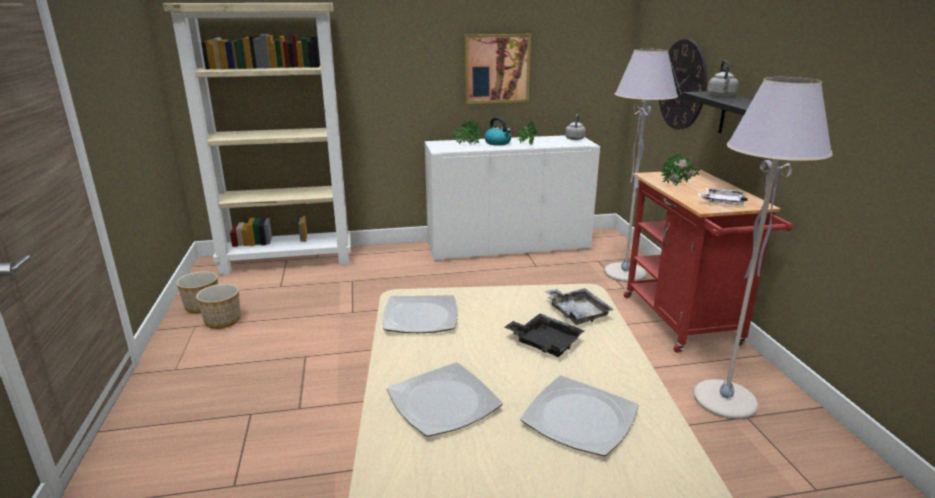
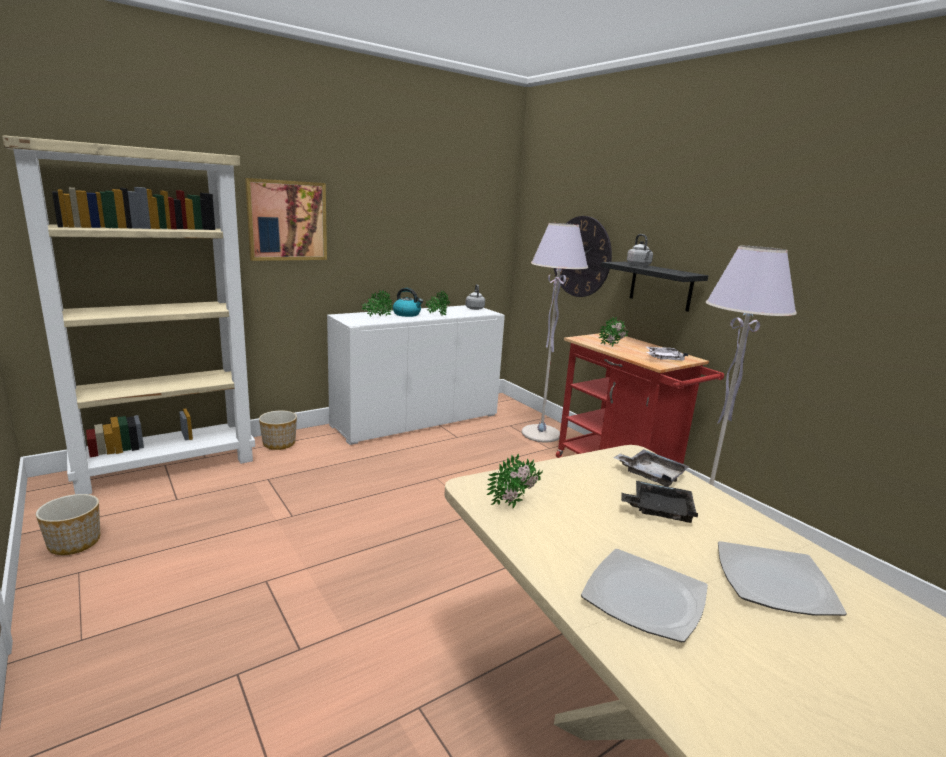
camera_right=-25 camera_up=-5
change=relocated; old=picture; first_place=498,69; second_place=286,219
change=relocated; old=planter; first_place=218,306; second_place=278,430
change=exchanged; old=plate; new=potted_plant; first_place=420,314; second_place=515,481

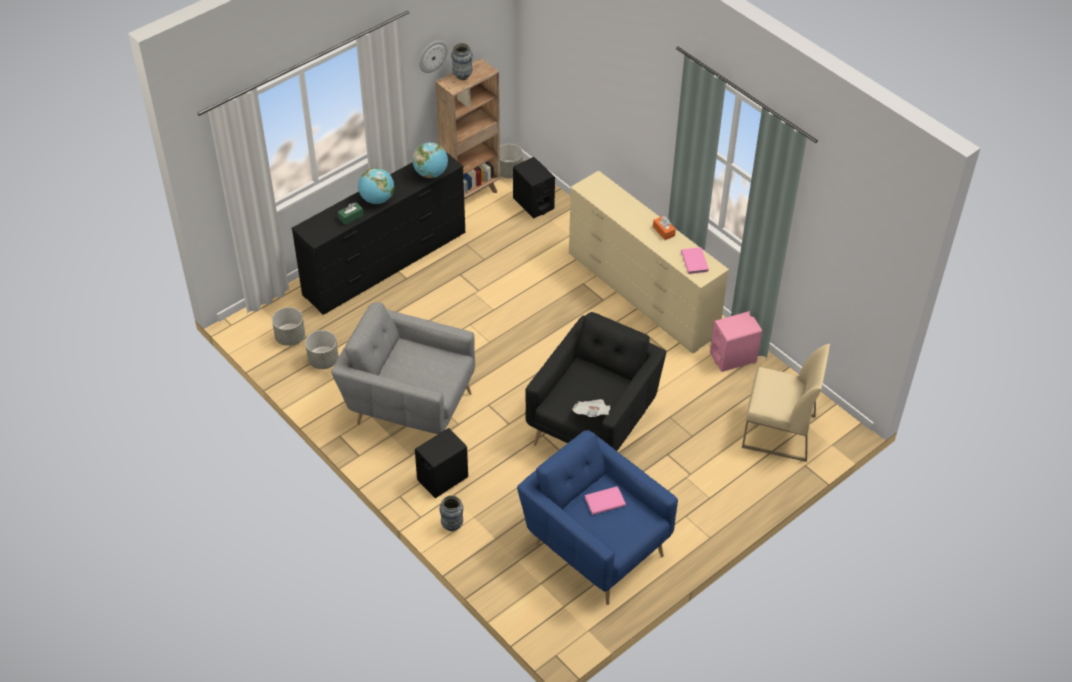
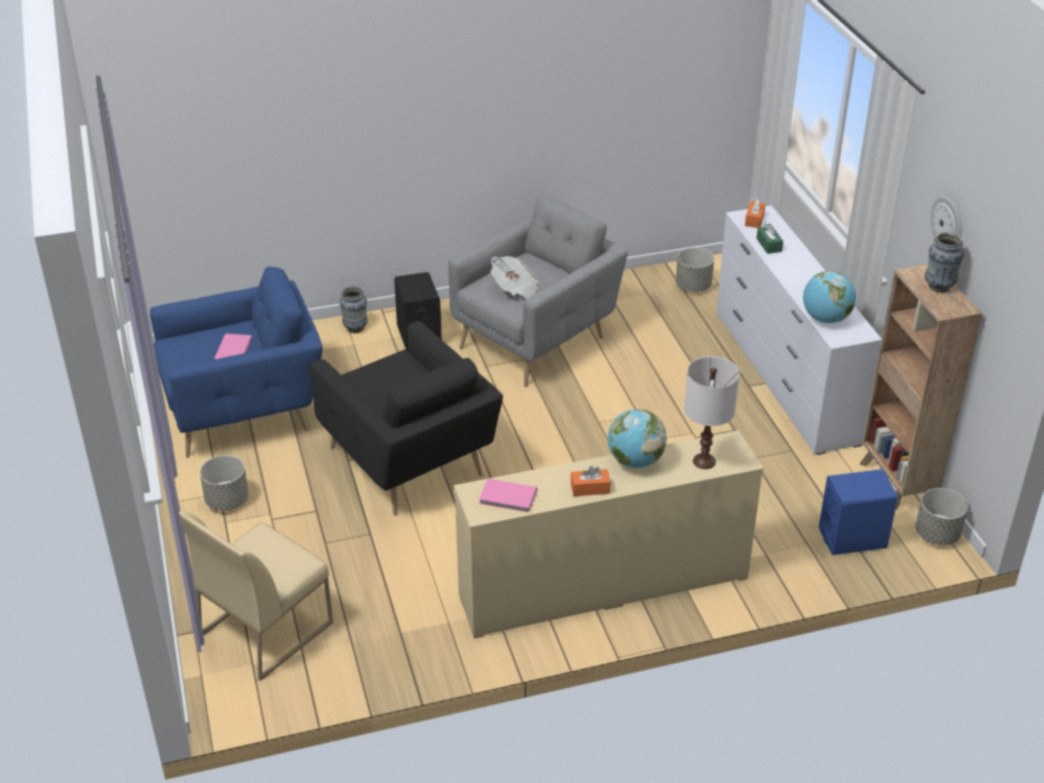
camera_right=115 camera_up=-10
change=colour; old=black_dresser; new=white_dresser; first_place=378,233; second_place=799,330
change=colour; old=black_speaker; new=blue_speaker; first_place=534,187; second_place=858,512
change=relocated; old=globe; first_place=376,186; second_place=637,438
change=missing; old=pink_speaker; first_place=736,341
change=relocated; old=grey_planter; first_place=322,349; second_place=224,483
change=relocated; old=newspaper; first_place=591,408; second_place=514,277
change=appeared; new=orange_tissue_box; second_place=755,213
change=appeared; new=white_table_lamp; second_place=711,412

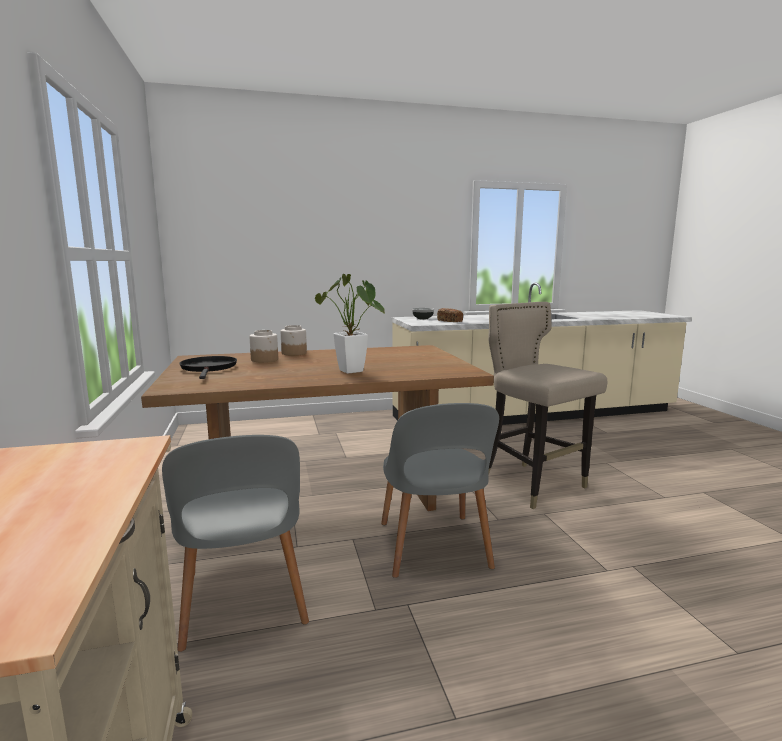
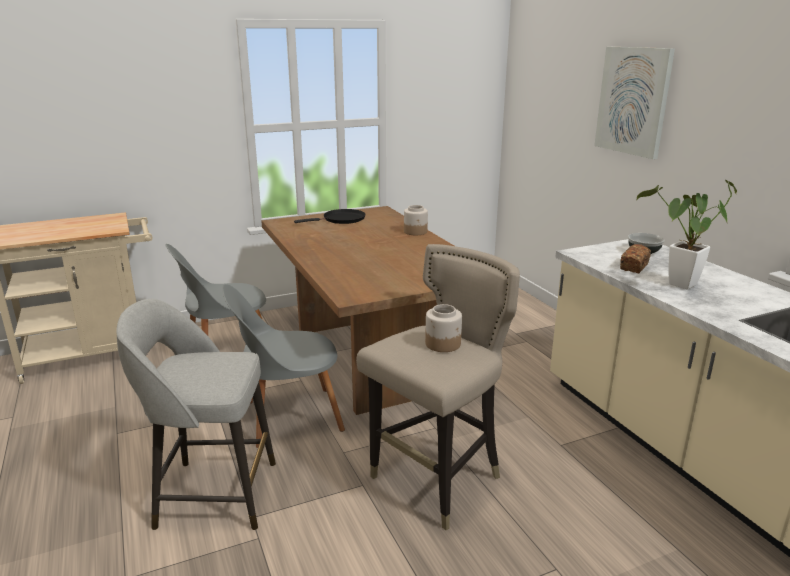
camera_right=80 camera_up=10
change=relocated; old=potted_plant; first_place=350,324; second_place=687,234
change=relocated; old=jar; first_place=264,346; second_place=443,328
change=appeared; new=picture; second_place=634,103
change=appeared; new=grey_stool; second_place=196,414

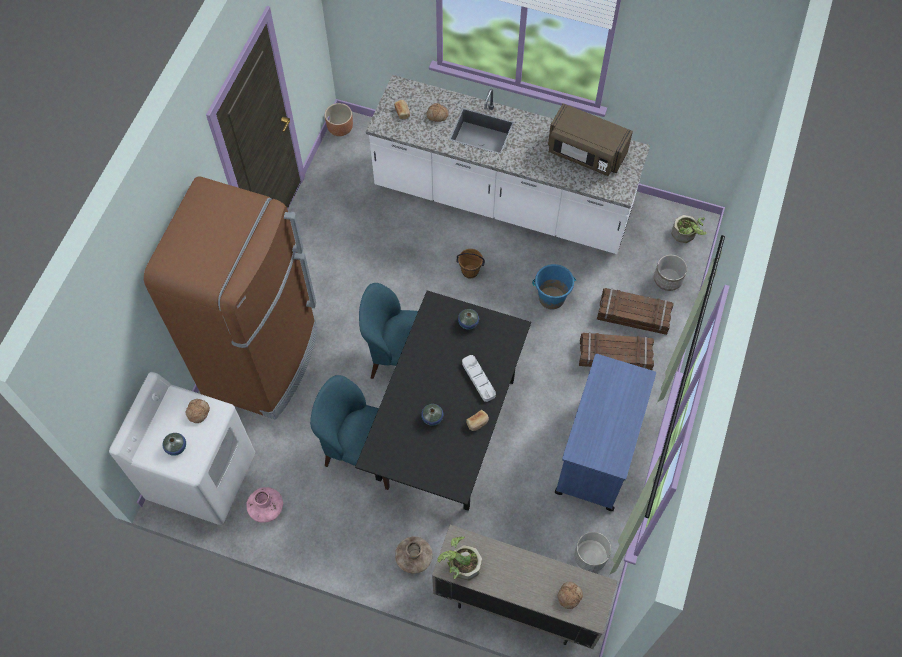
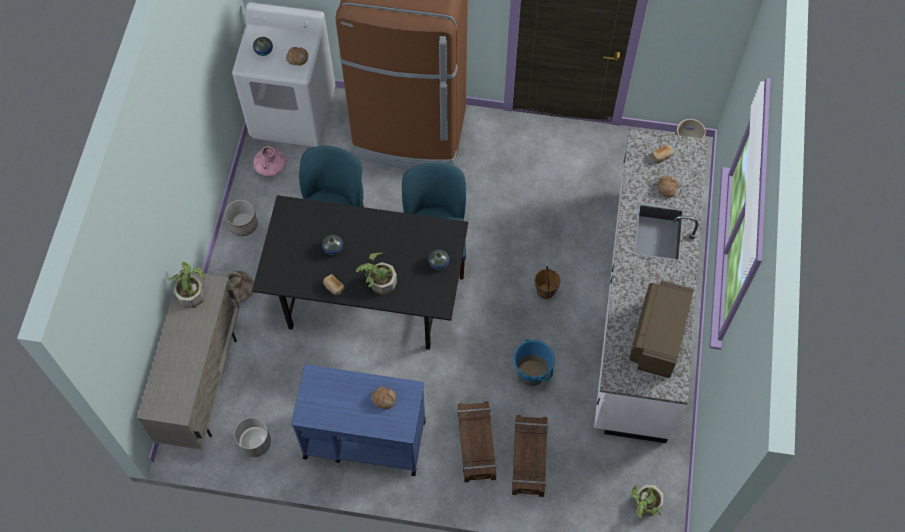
camera_right=80 camera_up=0
change=relocated; old=planter; first_place=670,273; second_place=241,218
change=exchanged; old=grey_tray; new=potted_plant; first_place=479,378; second_place=376,273
change=relocated; old=bread; first_place=570,595; second_place=383,398

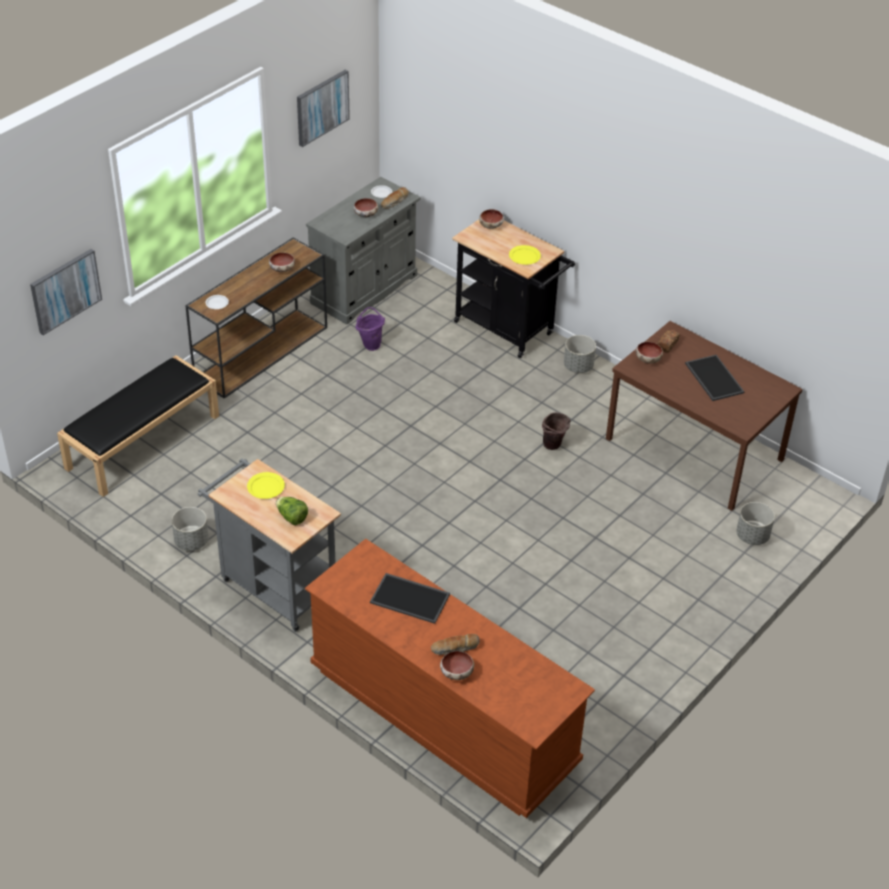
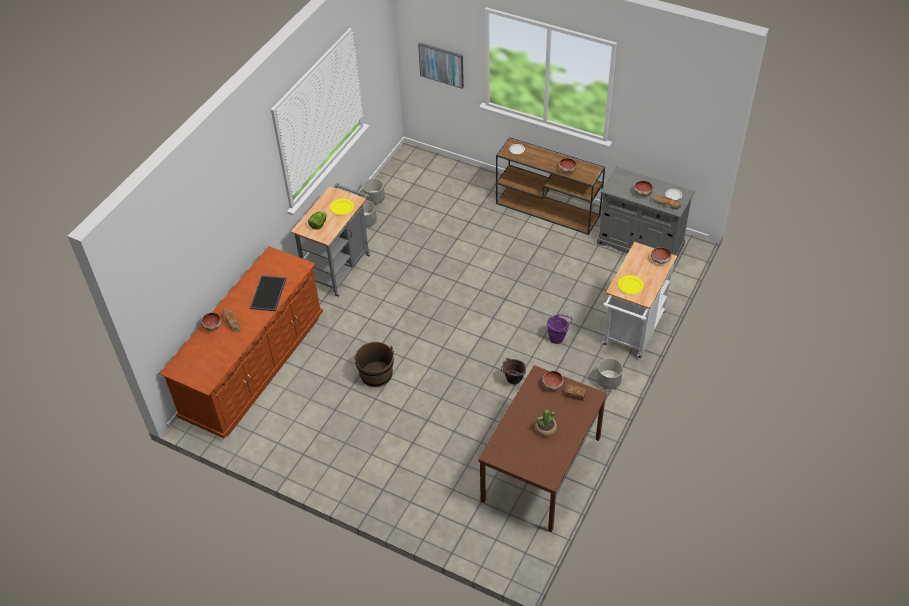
camera_right=80 camera_up=5
change=missing; old=picture; first_place=323,108
change=colour; old=black_cart; new=white_cart; first_place=513,289; second_place=639,300
change=relocated; old=purple_bucket; first_place=370,329; second_place=560,329
change=missing; old=black_bench; first_place=138,426
change=exchanged; old=tray; new=potted_plant; first_place=714,378; second_place=546,423
change=relocated; old=grey_planter; first_place=755,523; second_place=374,191
change=appeared; new=brown_bucket; second_place=374,364

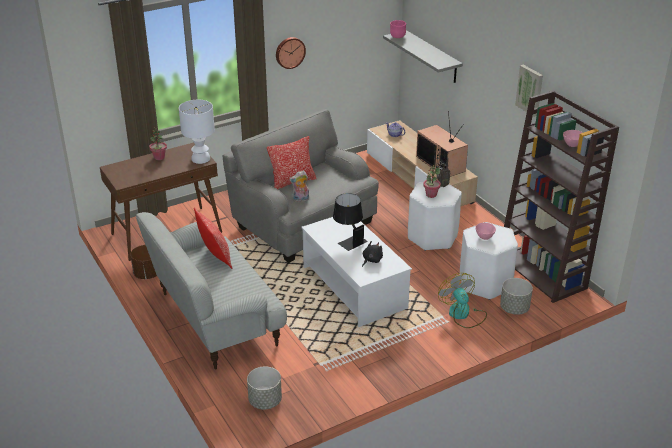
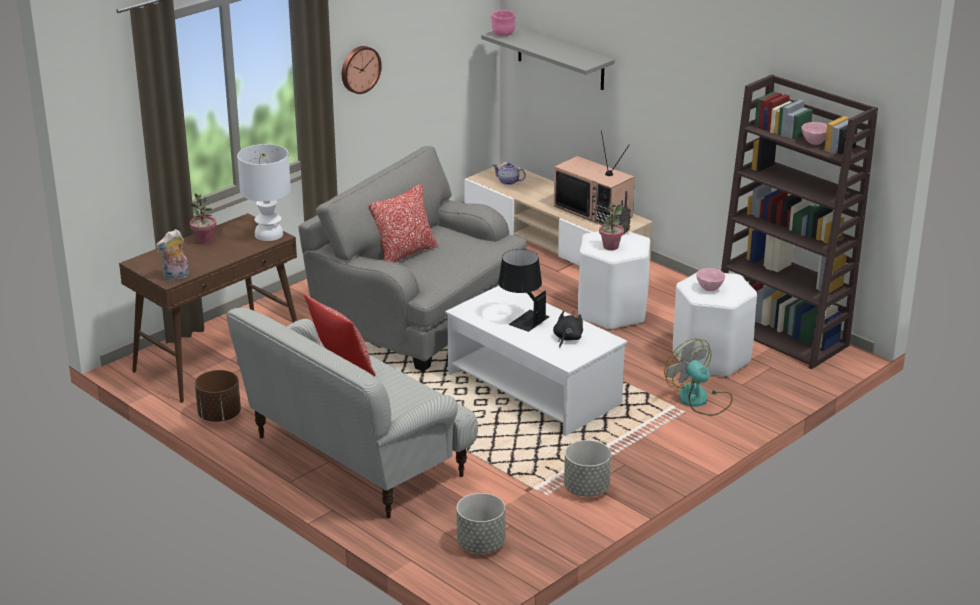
camera_right=-15 camera_up=-5
change=missing; old=picture; first_place=529,91
change=relocated; old=plush_toy; first_place=299,186; second_place=172,255
change=relocated; old=grey_planter; first_place=516,296; second_place=587,468

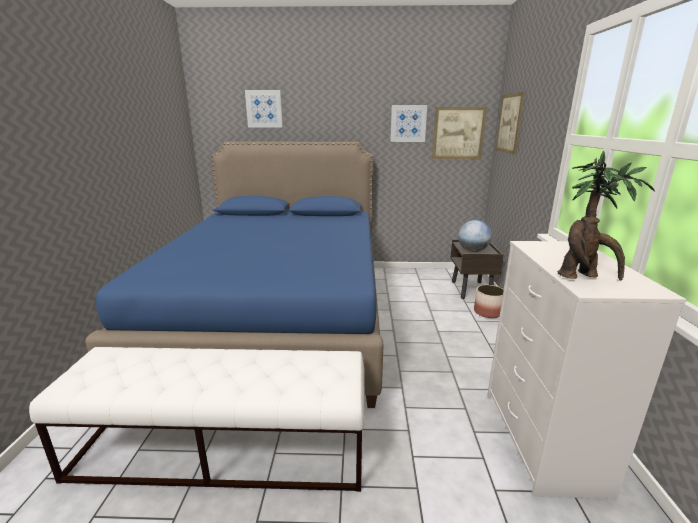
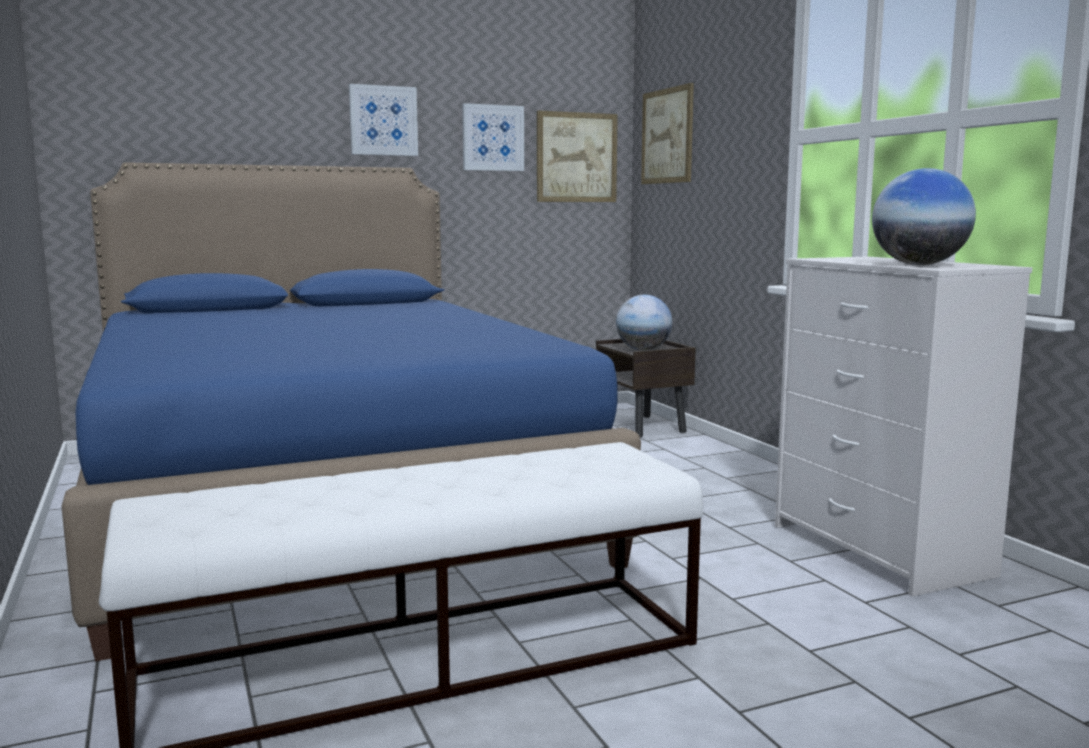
camera_right=-25 camera_up=-10
change=relocated; old=picture; first_place=264,108; second_place=383,120
change=exchanged; old=potted_plant; new=globe; first_place=606,215; second_place=924,216
change=missing; old=planter; first_place=489,301

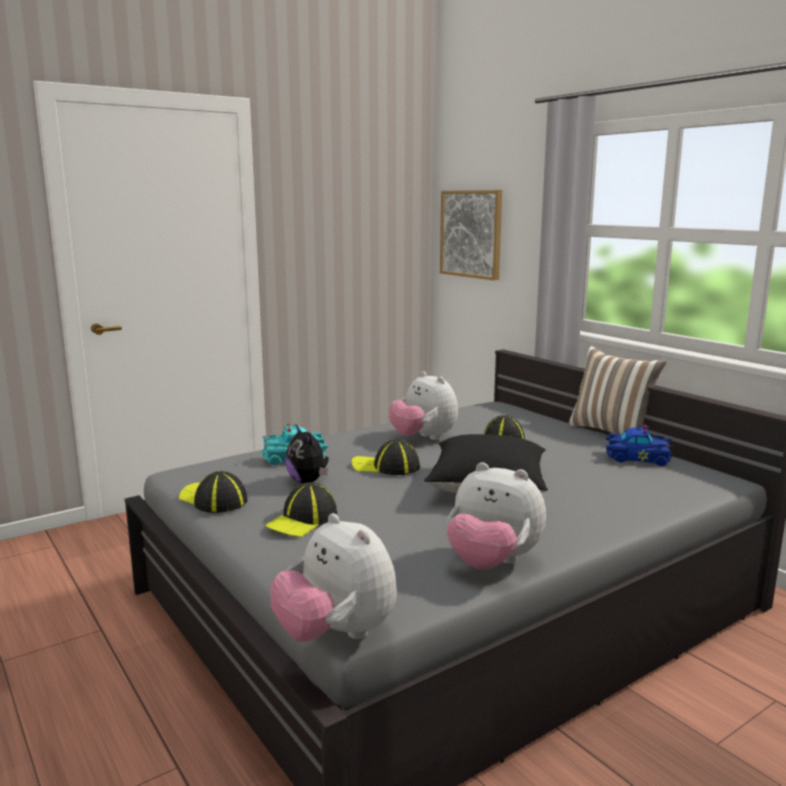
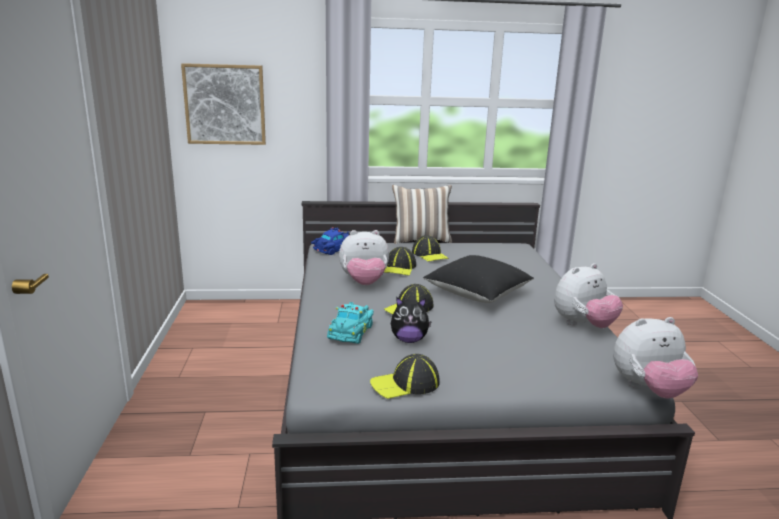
camera_right=-60 camera_up=5
change=relocated; old=blue_toy_car; first_place=639,445; second_place=330,241
change=relocated; old=cap; first_place=301,509; second_place=430,248

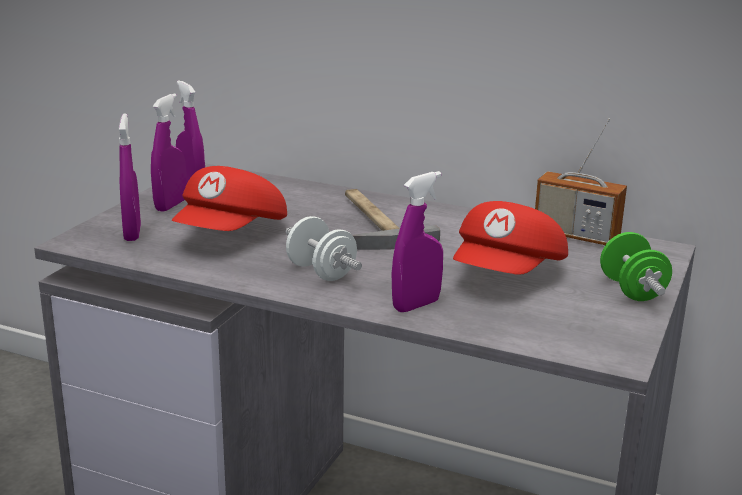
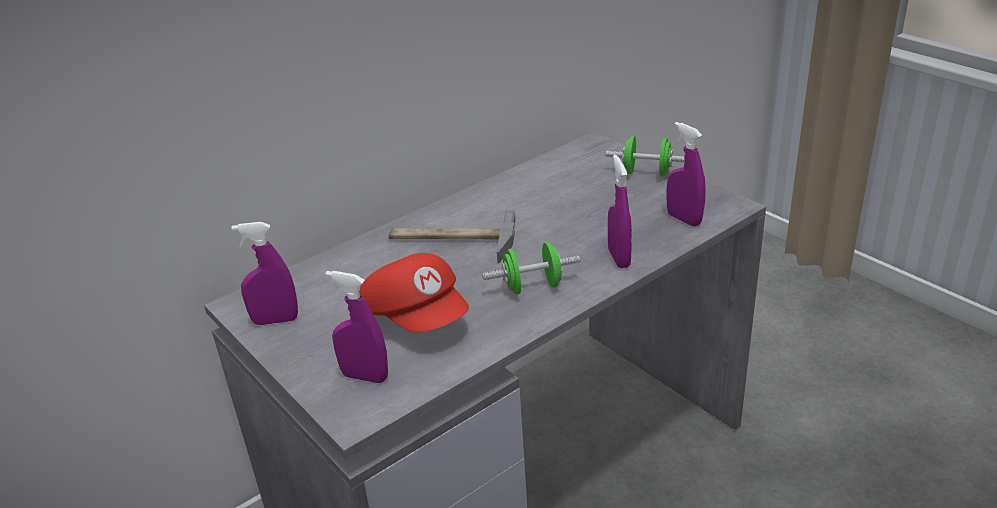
camera_right=-60 camera_up=10
change=relocated; old=purple_spray_bottle; first_place=169,153; second_place=686,174
change=missing; old=radio; first_place=581,181
change=missing; old=red_cap; first_place=510,238
change=colour; old=white_dumbbell; new=green_dumbbell; first_place=324,248; second_place=531,268

